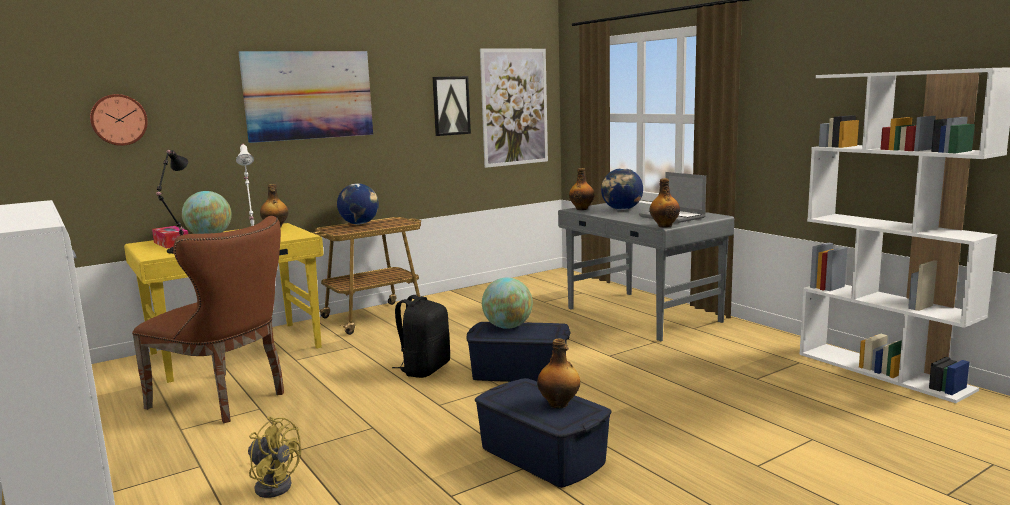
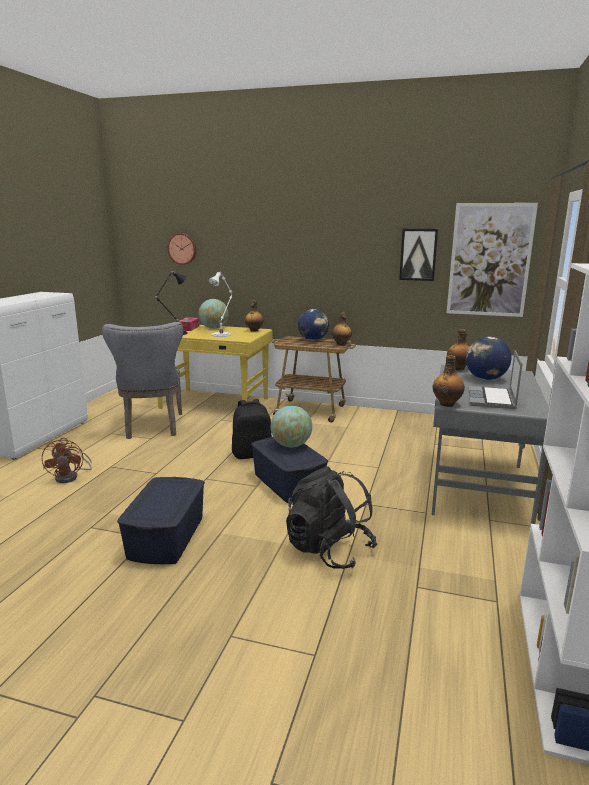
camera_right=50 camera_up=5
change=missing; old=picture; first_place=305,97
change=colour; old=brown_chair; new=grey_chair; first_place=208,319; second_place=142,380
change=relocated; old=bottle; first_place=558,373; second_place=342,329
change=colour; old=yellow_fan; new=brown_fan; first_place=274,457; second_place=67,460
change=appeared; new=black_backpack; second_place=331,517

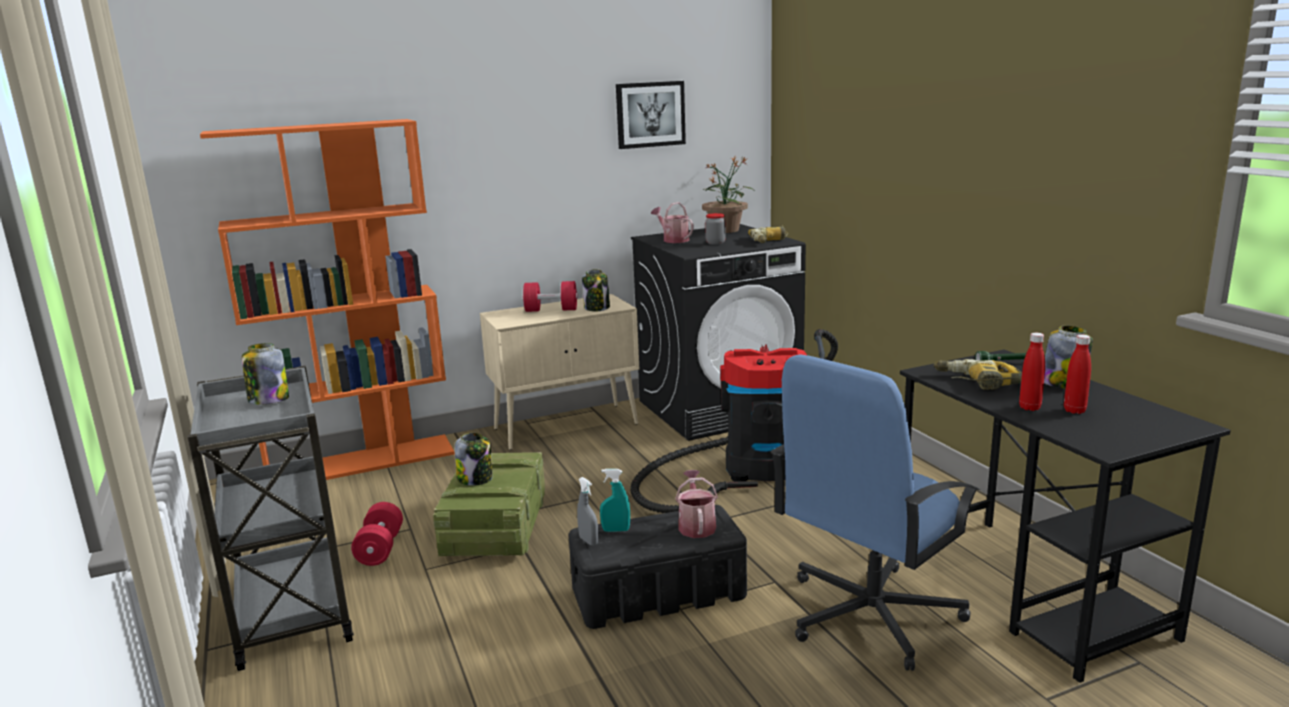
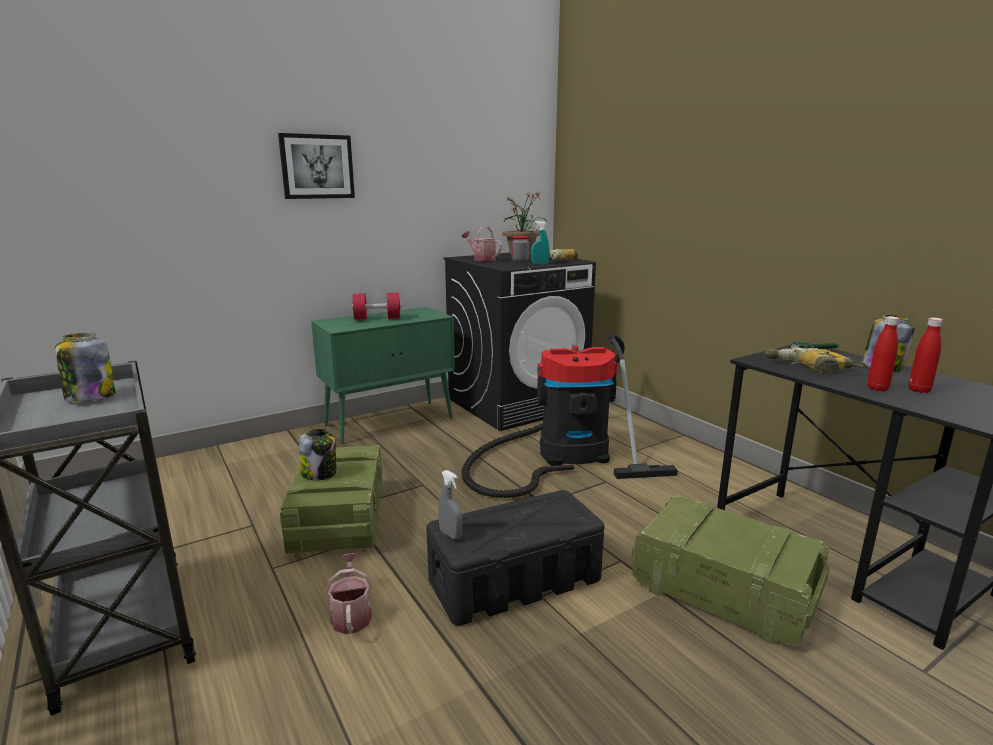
camera_right=-10 camera_up=0
change=relocated; old=picture; first_place=651,115; second_place=316,166
change=missing; old=orange_bookcase; first_place=327,299
change=missing; old=jar; first_place=596,290
change=colour; old=beige_cabinet; new=green_cabinet; first_place=559,372; second_place=383,375
change=exchanged; old=blue_office_chair; new=crate; first_place=875,513; second_place=730,571
change=relocated; old=turquoise_spray_bottle; first_place=615,500; second_place=540,242
change=relocated; old=watering_can; first_place=696,504; second_place=348,593
change=missing; old=red_dumbbell; first_place=377,534

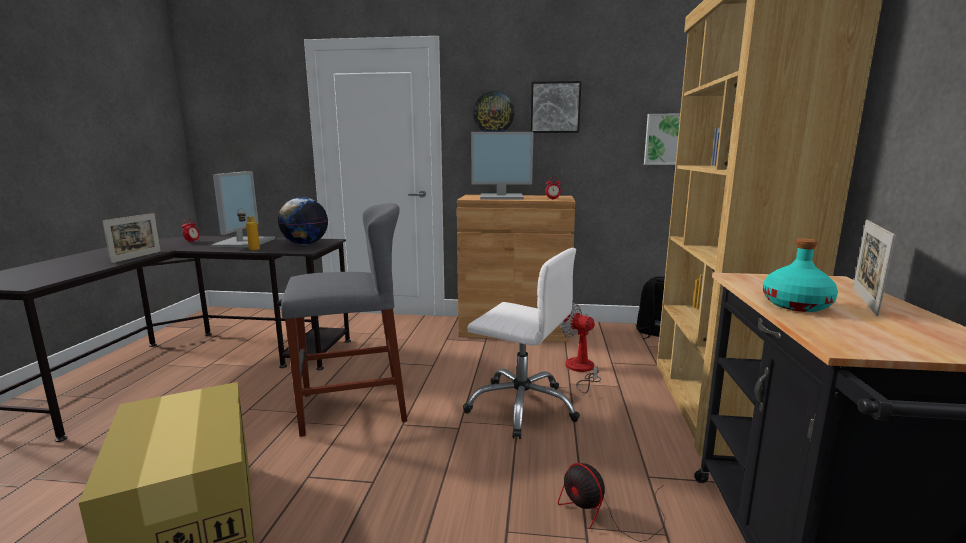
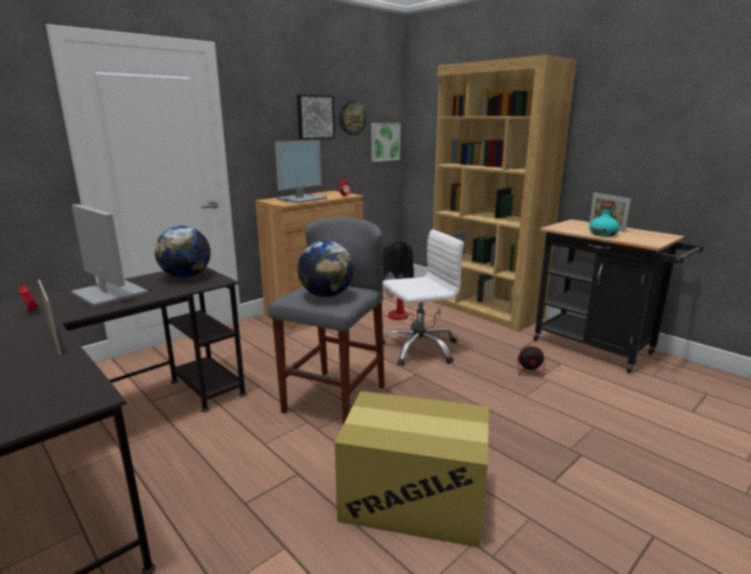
camera_right=-50 camera_up=5
change=relocated; old=wall_clock; first_place=493,111; second_place=352,117
change=missing; old=bottle; first_place=248,230
change=appeared; new=globe; second_place=325,269

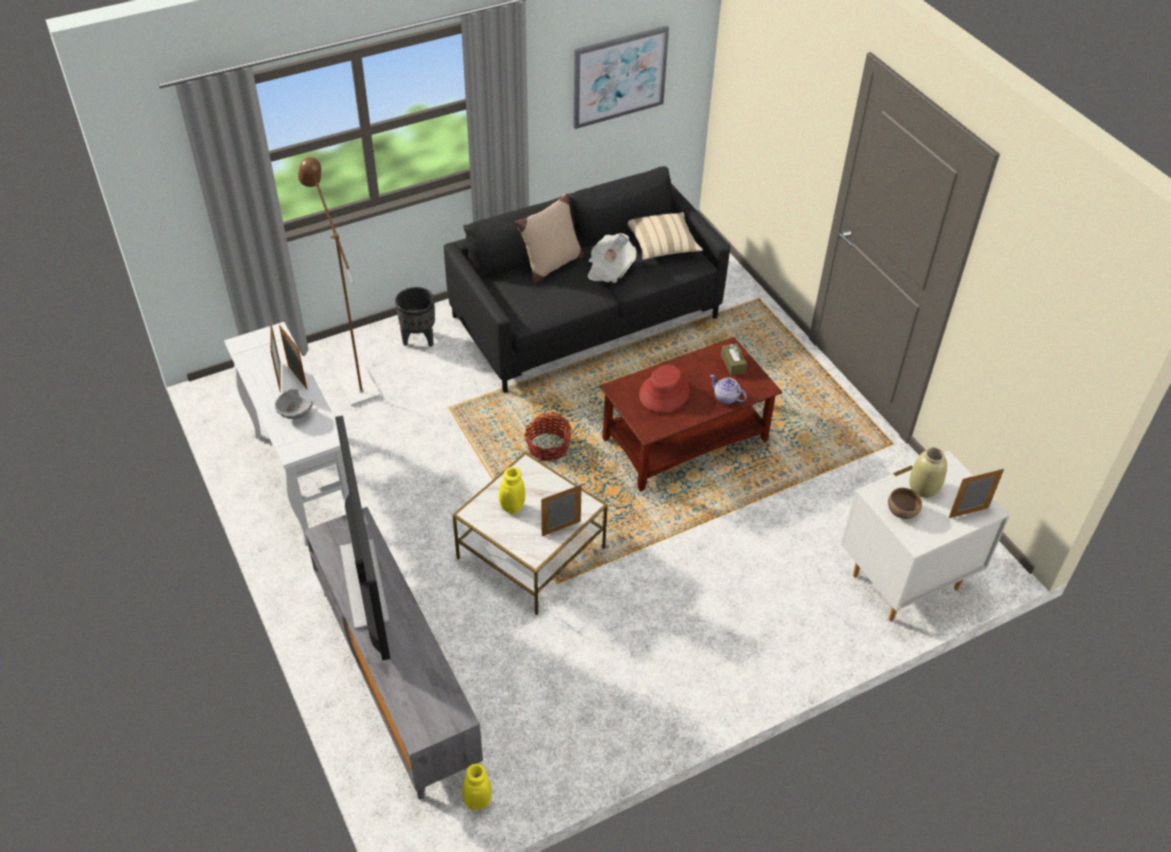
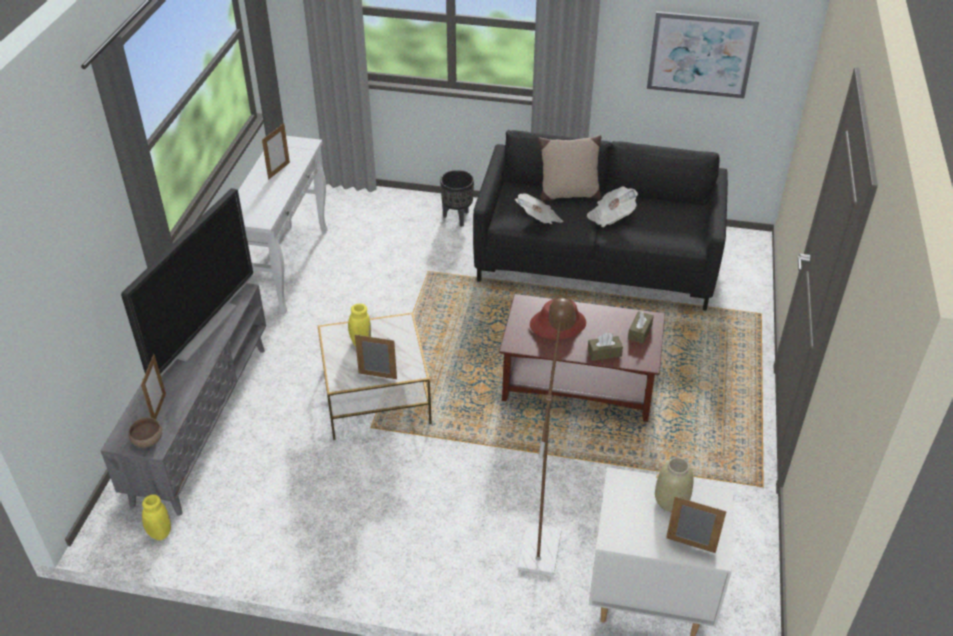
camera_right=40 camera_up=-5
change=relocated; old=brown_floor_lamp; first_place=339,282; second_place=547,437
change=missing; old=beige_pillow; first_place=665,236
change=relocated; old=picture_frame; first_place=293,356; second_place=153,386
change=exchanged; old=teapot; new=brown_tissue_box; first_place=728,389; second_place=605,346
change=missing; old=grey_bowl; first_place=294,403
change=missing; old=basket; first_place=547,437
change=relocated; old=brown_bowl; first_place=905,503; second_place=145,432
change=appeared; new=newspaper; second_place=539,209

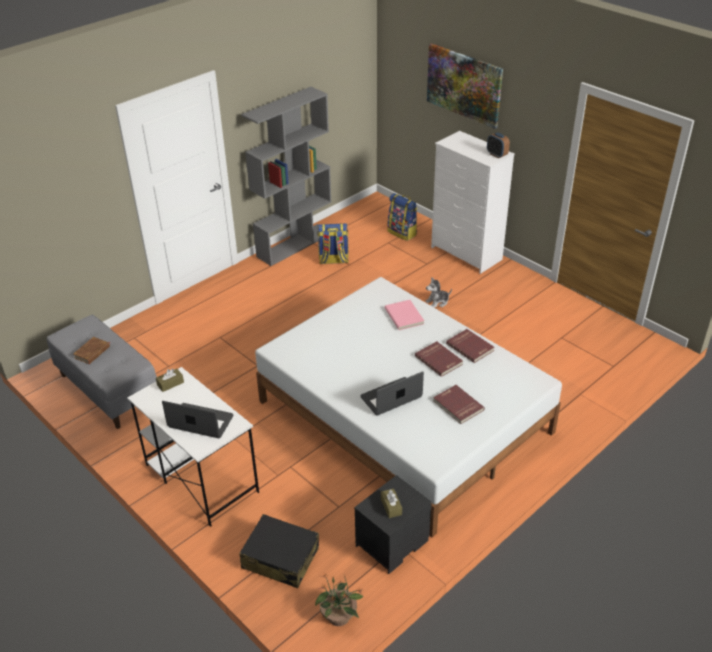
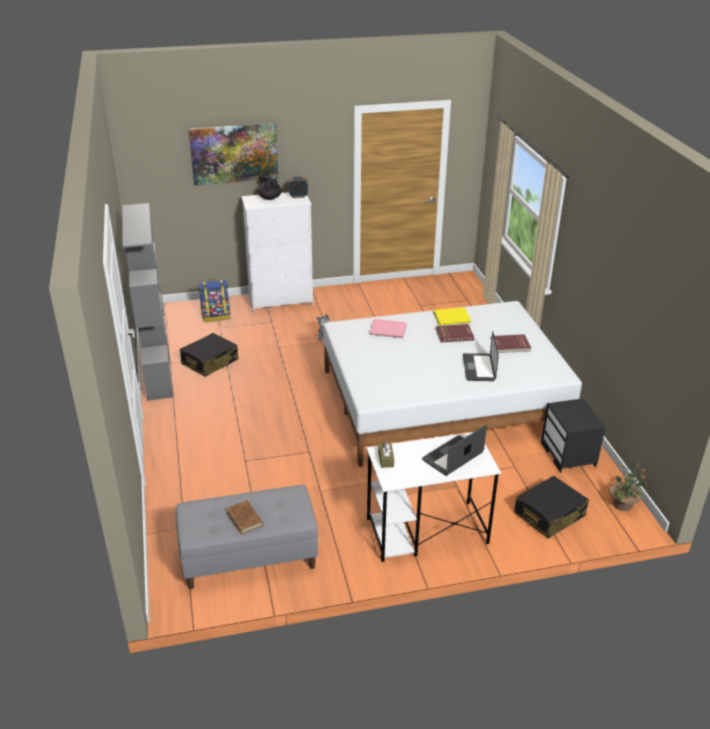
camera_right=-60 camera_up=-5
change=exchanged; old=backpack; new=black_suitcase; first_place=333,243; second_place=209,355
change=colour; old=red_book; new=yellow_book; first_place=470,346; second_place=452,316
change=missing; old=brown_tissue_box; first_place=391,503
change=appeared; new=black_teapot; second_place=270,187

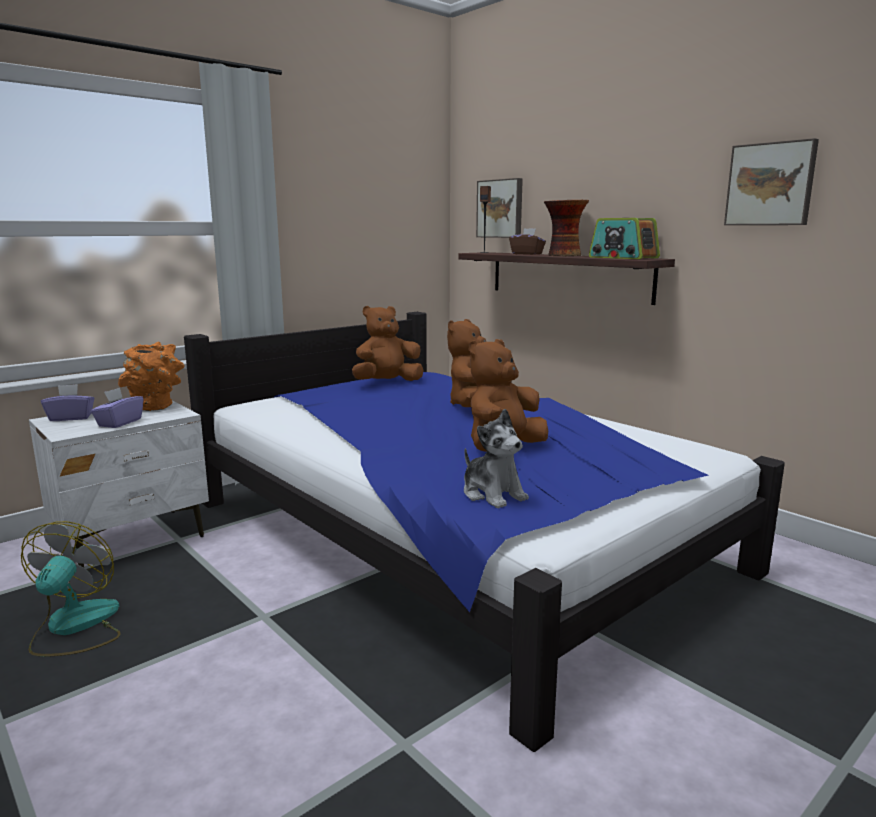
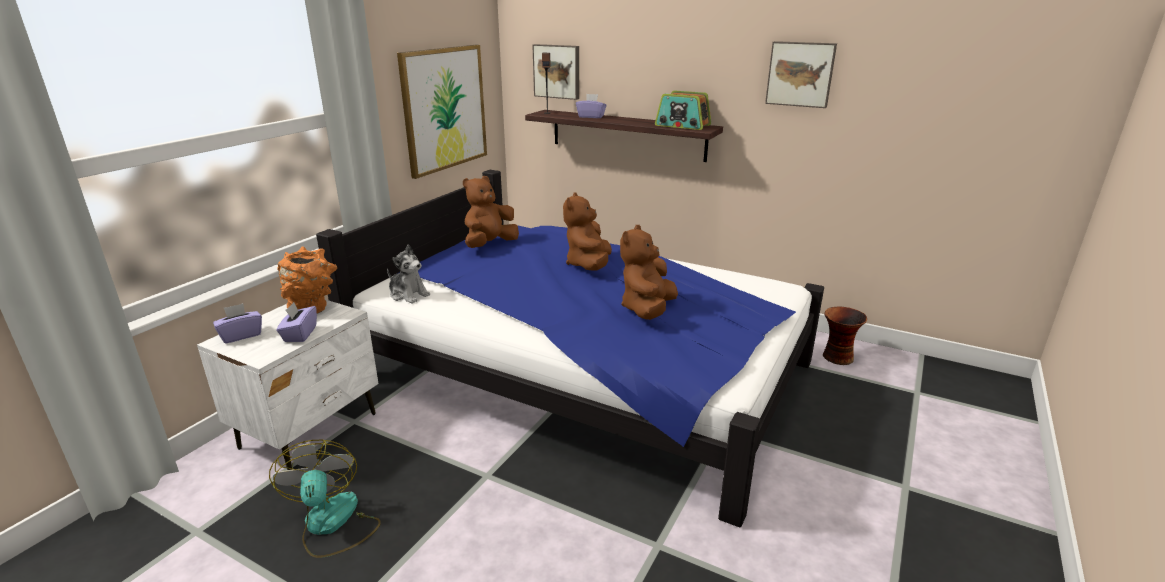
camera_right=-20 camera_up=10
change=relocated; old=vase; first_place=566,228; second_place=845,336
change=colour; old=brown_tissue_box; new=purple_tissue_box; first_place=527,241; second_place=591,106
change=relocated; old=plush_toy; first_place=496,459; second_place=408,274
change=appeared; new=picture; second_place=442,112

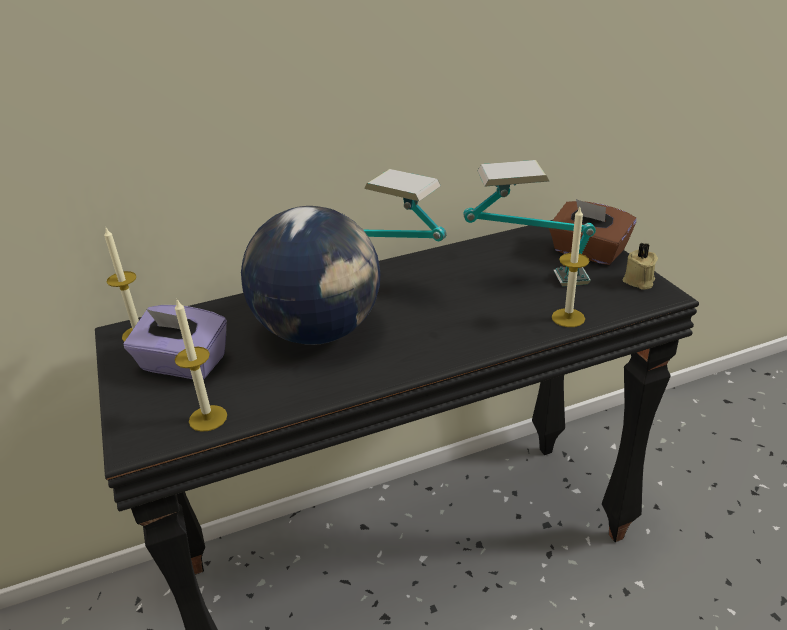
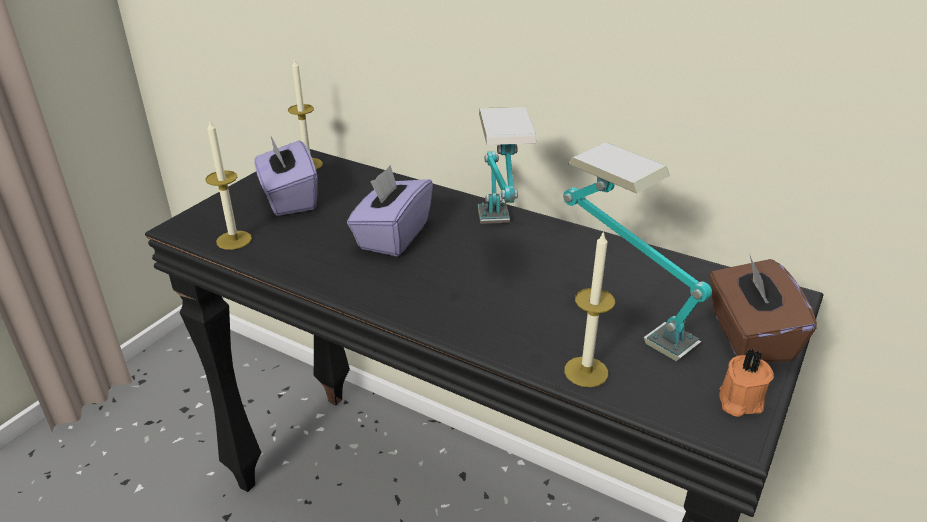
camera_right=50 camera_up=0
change=exchanged; old=globe; new=purple_tissue_box; first_place=310,275; second_place=390,210
change=colour; old=beige_candle; new=orange_candle; first_place=640,266; second_place=746,383

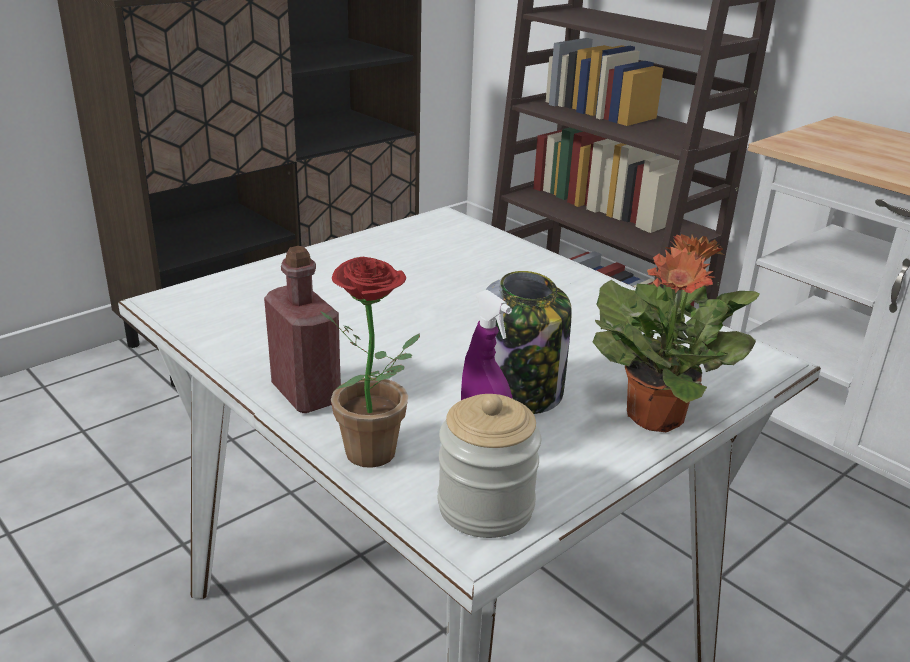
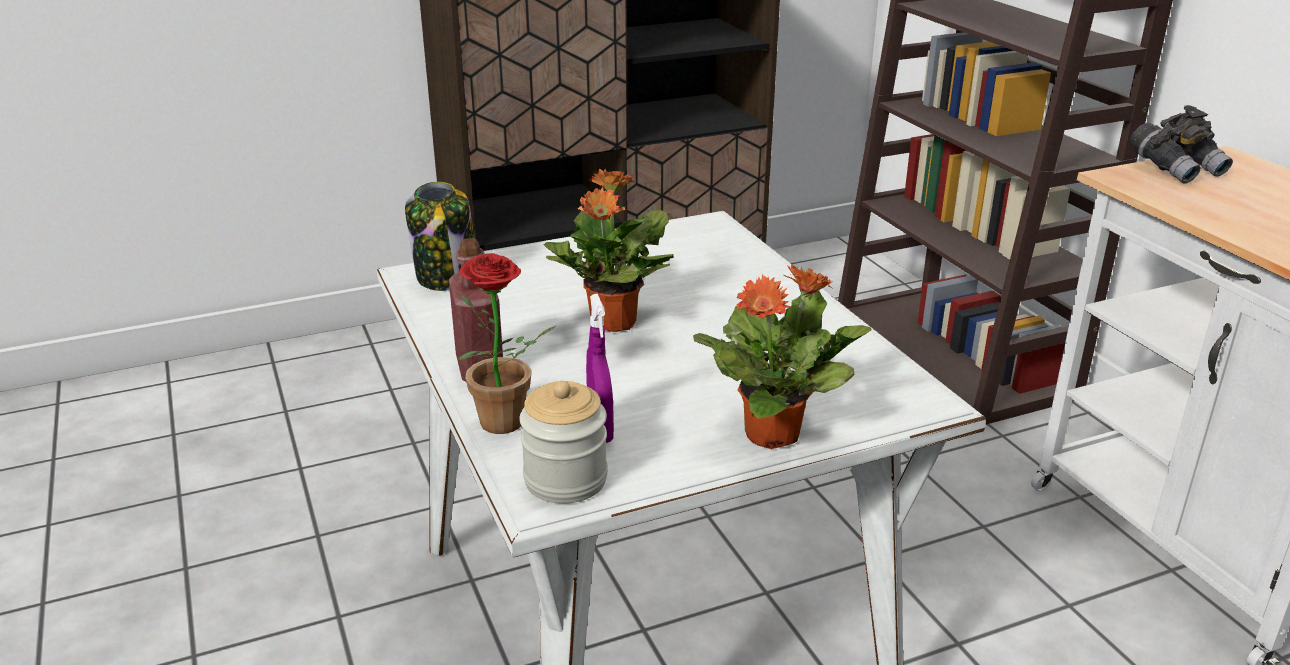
camera_right=20 camera_up=0
change=relocated; old=jar; first_place=529,342; second_place=440,236
change=appeared; new=grey_binoculars; second_place=1181,144
change=appeared; new=potted_plant; second_place=608,250

